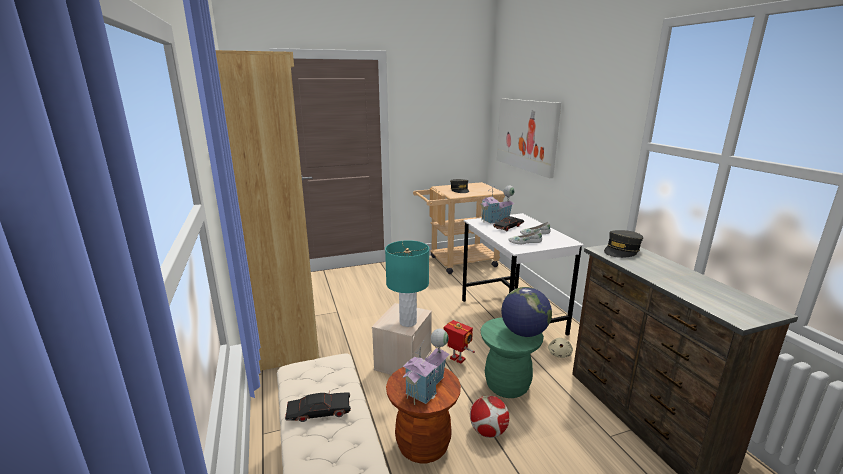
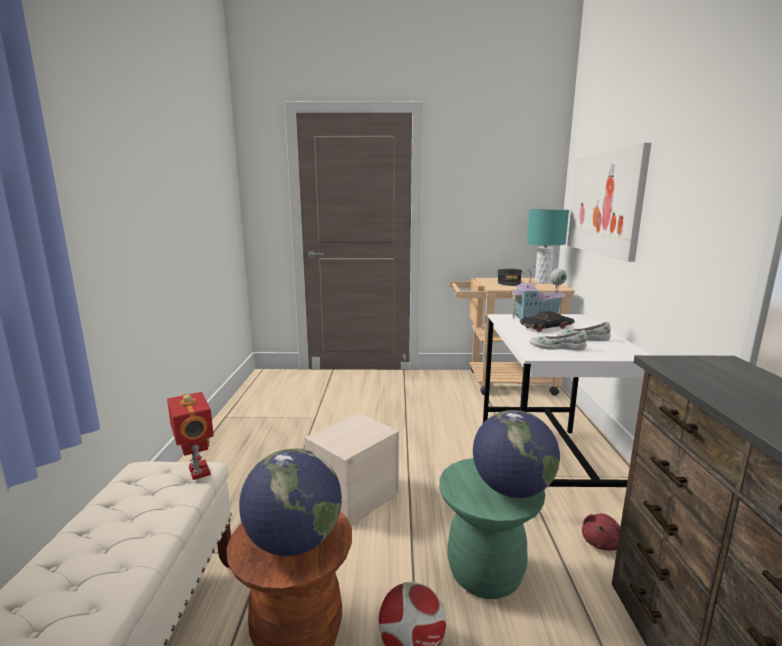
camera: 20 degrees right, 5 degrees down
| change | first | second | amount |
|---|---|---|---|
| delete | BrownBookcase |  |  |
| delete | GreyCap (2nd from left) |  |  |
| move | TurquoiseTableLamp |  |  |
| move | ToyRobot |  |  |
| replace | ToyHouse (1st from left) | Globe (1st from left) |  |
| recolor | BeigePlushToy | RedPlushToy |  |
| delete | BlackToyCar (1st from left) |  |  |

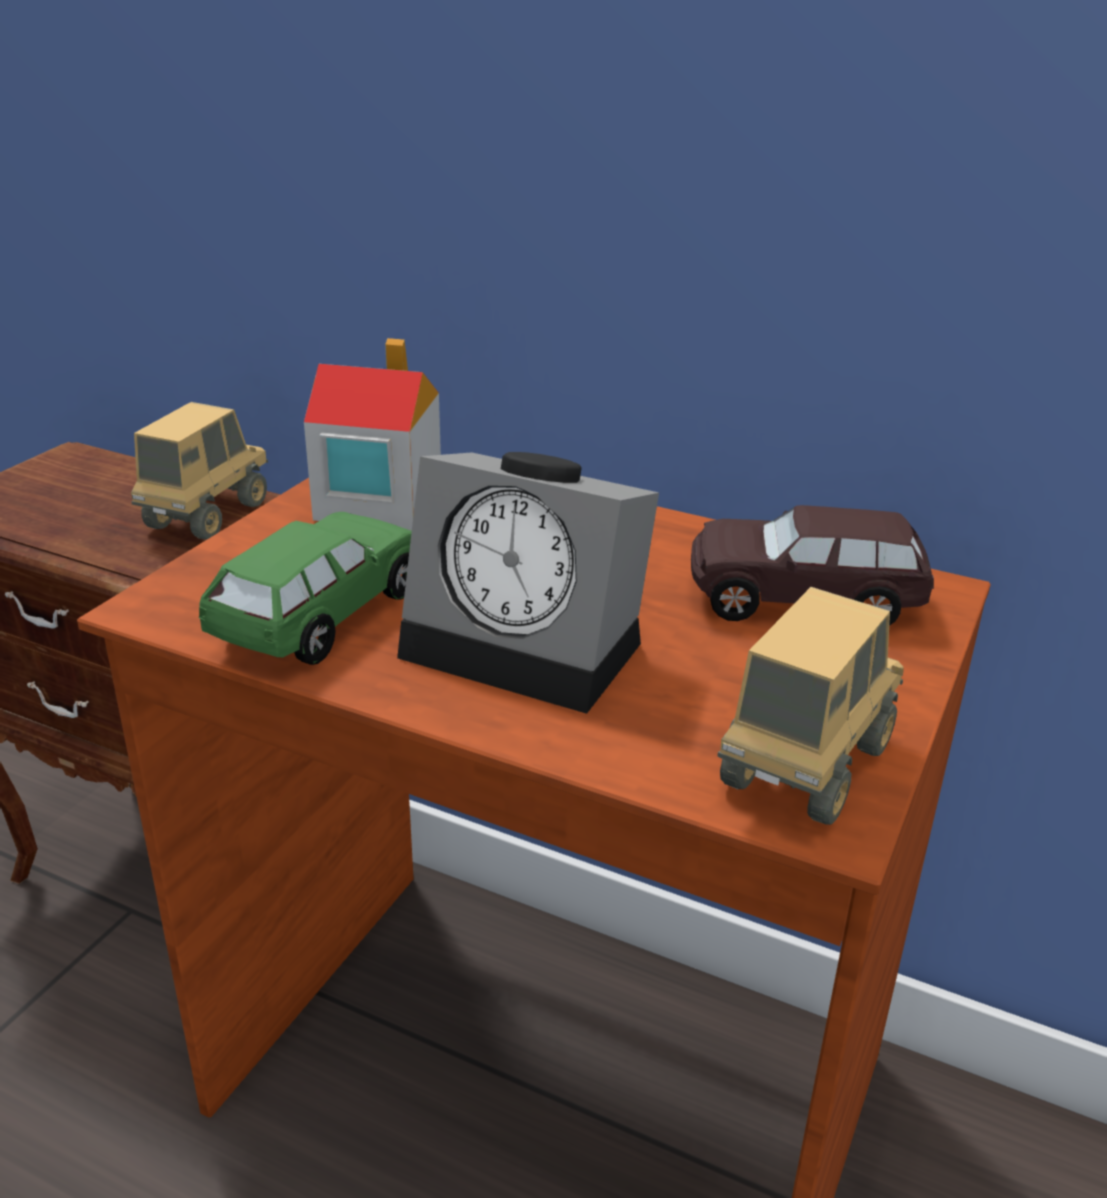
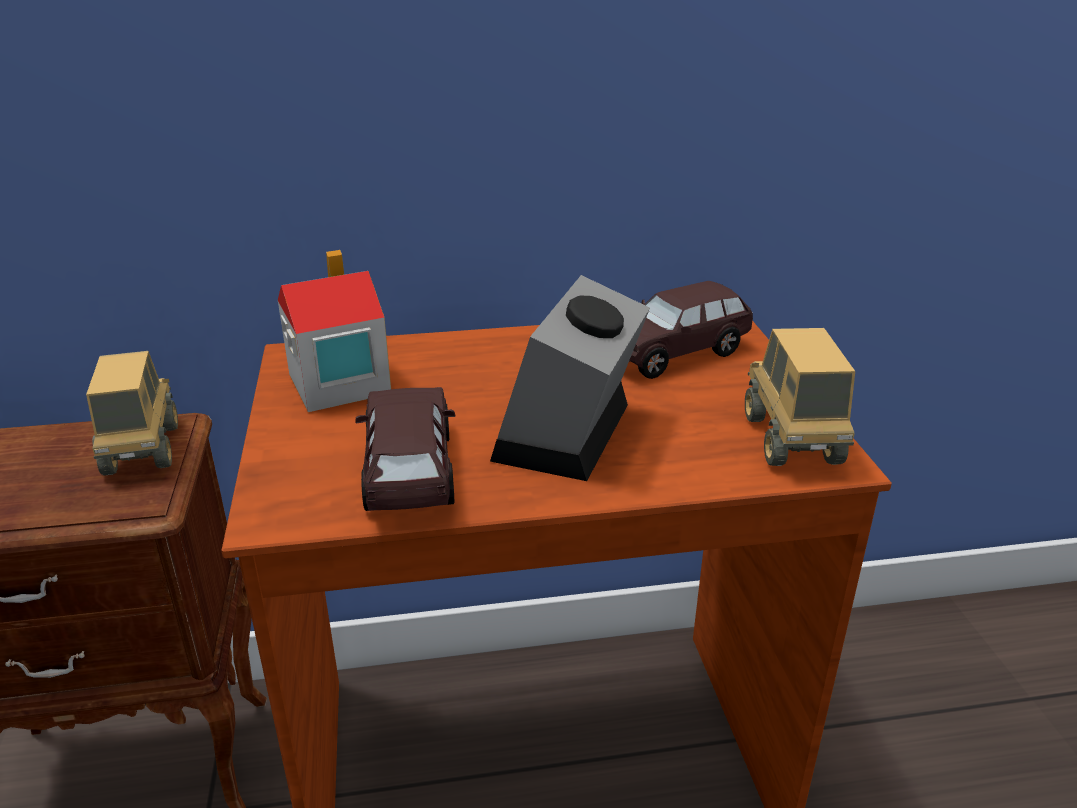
camera: 35 degrees left, 0 degrees up
| change | first | second | amount |
|---|---|---|---|
| rotate | AlarmClock |  | 120 degrees clockwise |
| recolor | GreenToyCar | BrownToyCar (1st from left) |  |

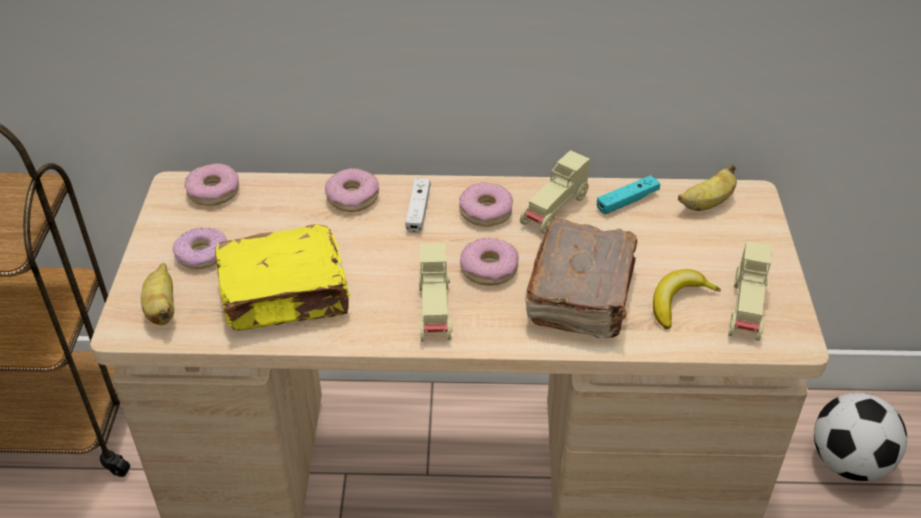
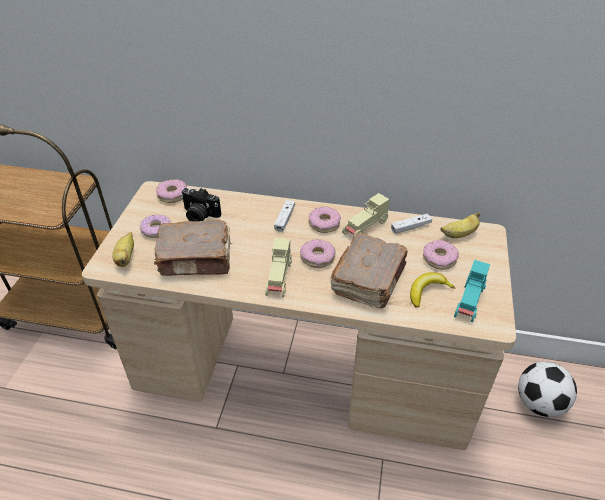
camera: 10 degrees right, 0 degrees up
| change | first | second | amount |
|---|---|---|---|
| move | Donut (3rd from left in the first image) | Donut (5th from left) |  |
| recolor | TurquoiseGameController | WhiteGameController (2nd from left) |  |
| recolor | YellowBook | BrownBook (1st from left) |  |
| recolor | BeigeToyCar (3rd from left) | TurquoiseToyCar |  |
| insert |  | PhotoCamera |  |

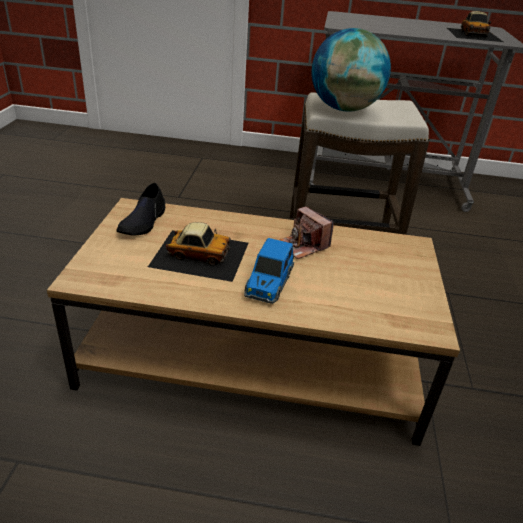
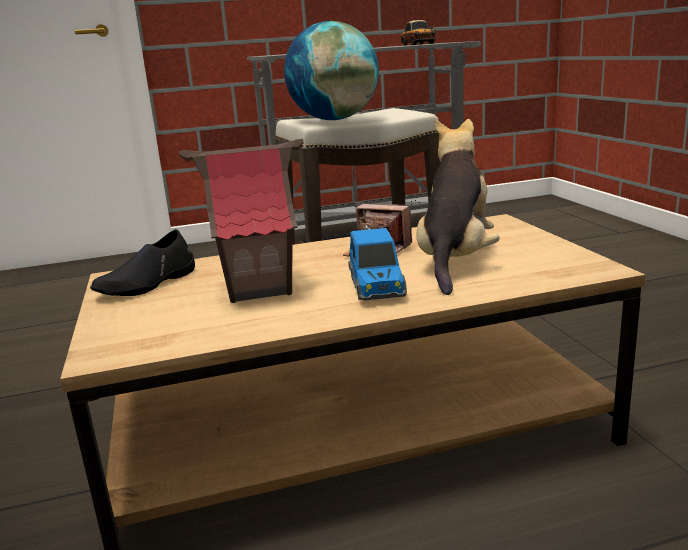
camera: 20 degrees left, 15 degrees down
| change | first | second | amount |
|---|---|---|---|
| rotate | BlackShoe |  | 45 degrees clockwise |
| replace | ToyCar (1st from left) | ToyHouse |  |
| insert |  | PlushToy |  |

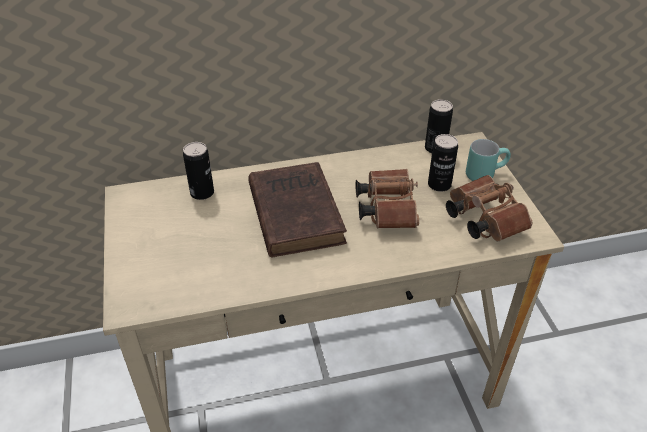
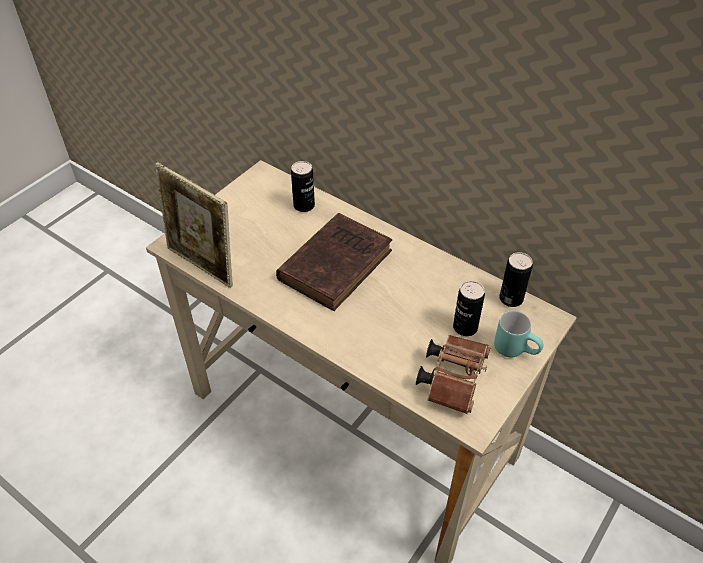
camera: 50 degrees right, 5 degrees up
| change | first | second | amount |
|---|---|---|---|
| delete | BrownBinoculars (1st from left) |  |  |
| insert |  | PictureFrame |  |

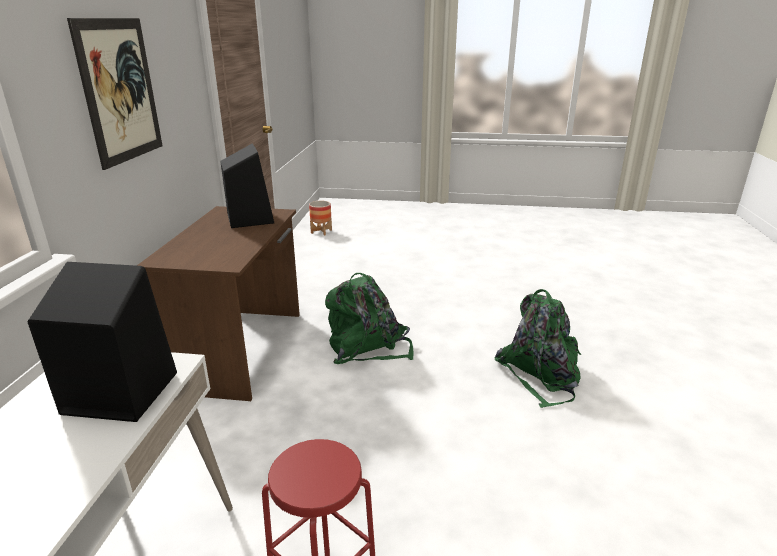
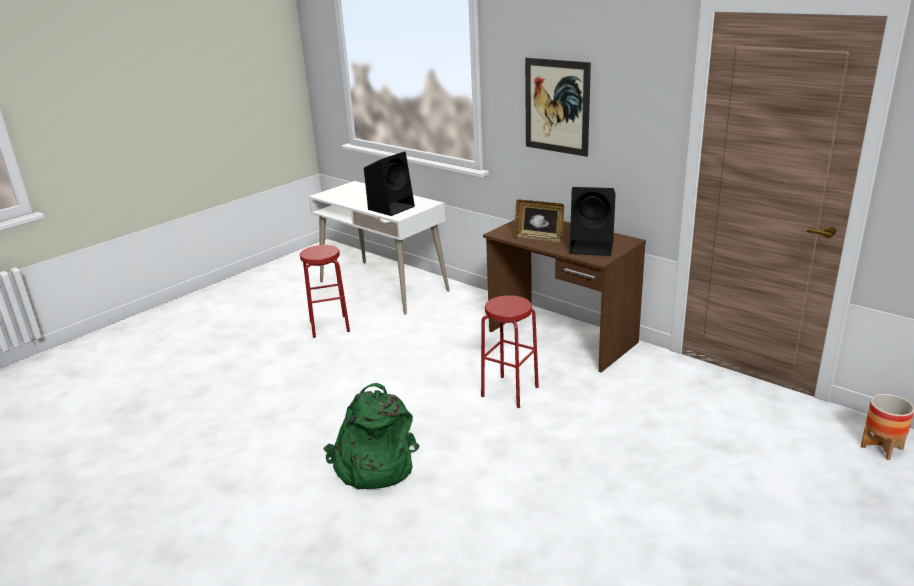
camera: 125 degrees right, 0 degrees up
| change | first | second | amount |
|---|---|---|---|
| replace | GreenBackpack (1st from left) | RedStool (2nd from left) |  |
| insert |  | PictureFrame |  |

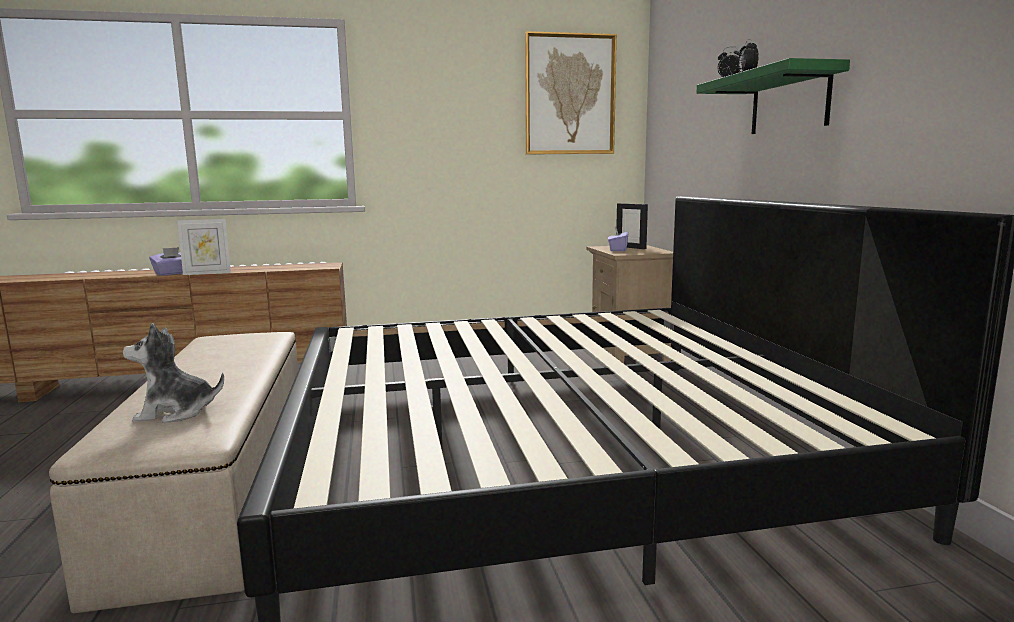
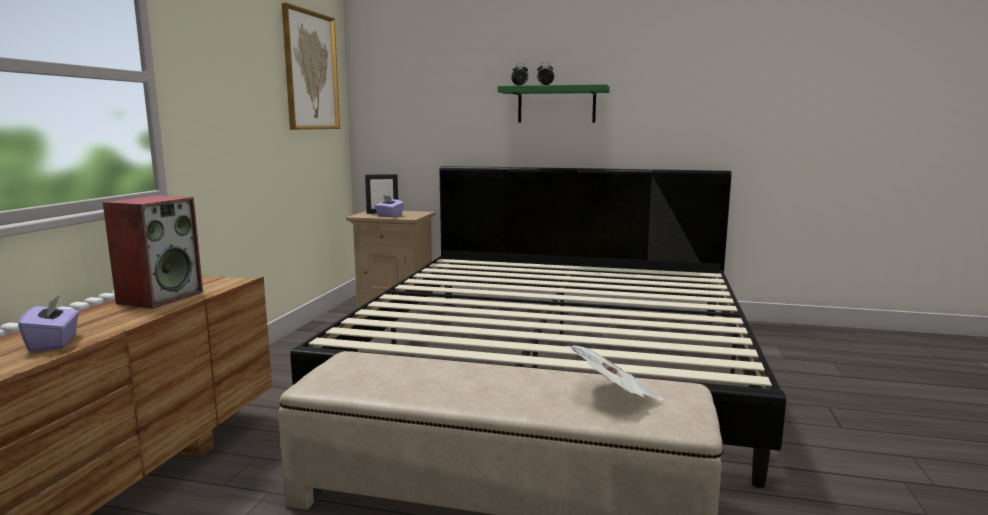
camera: 65 degrees left, 0 degrees up
| change | first | second | amount |
|---|---|---|---|
| delete | PictureFrame (1st from left) |  |  |
| replace | PlushToy | Newspaper |  |
| insert |  | Speaker |  |

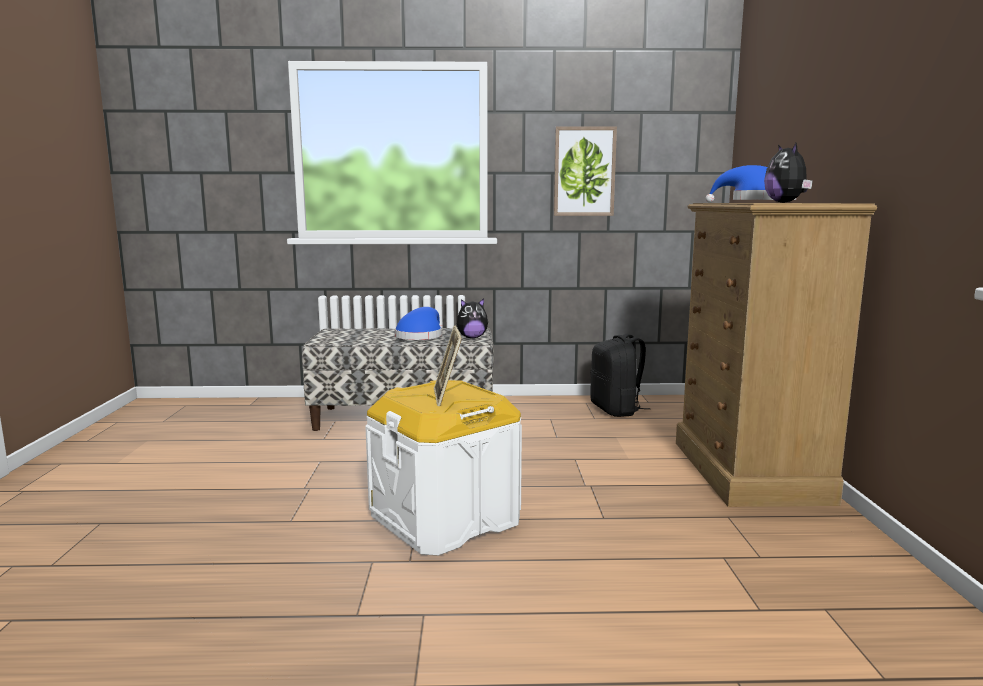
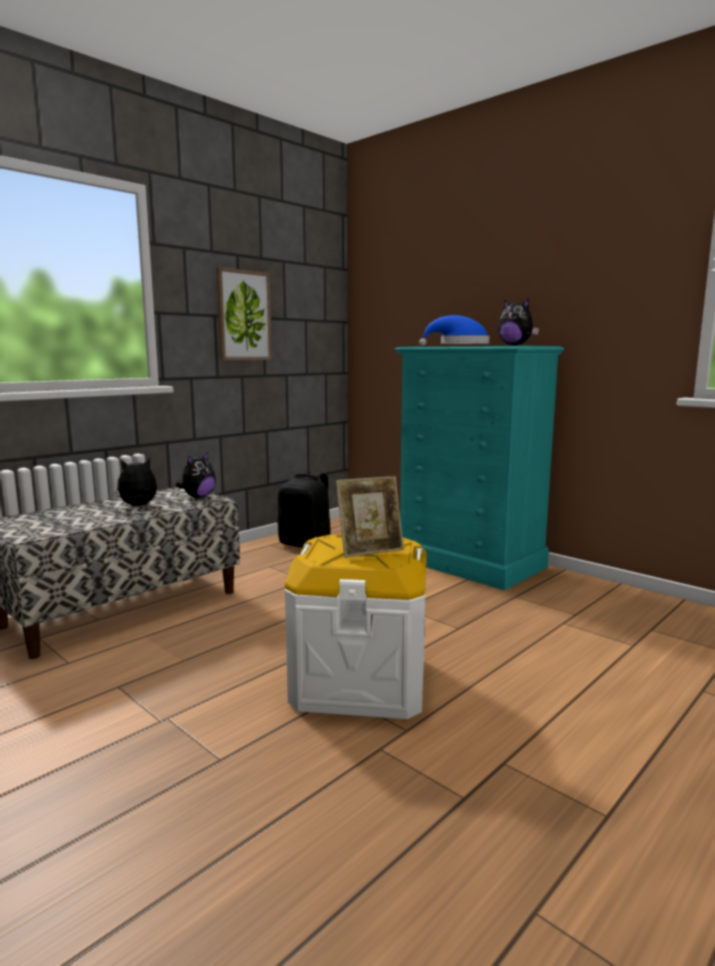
camera: 45 degrees left, 0 degrees up
| change | first | second | amount |
|---|---|---|---|
| recolor | BrownDresser | TurquoiseDresser |  |
| replace | BlueHat (1st from left) | PlushToy (1st from left) |  |
| rotate | PictureFrame |  | 60 degrees counterclockwise |

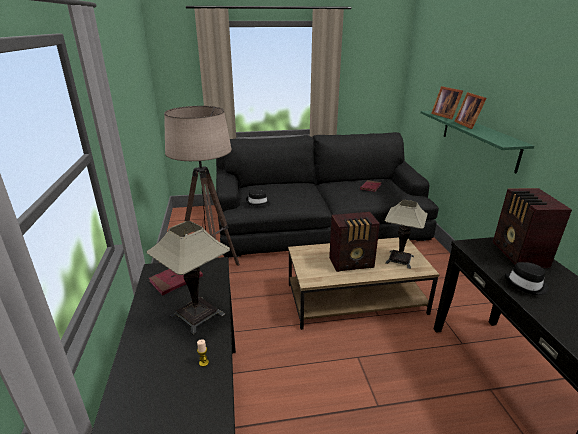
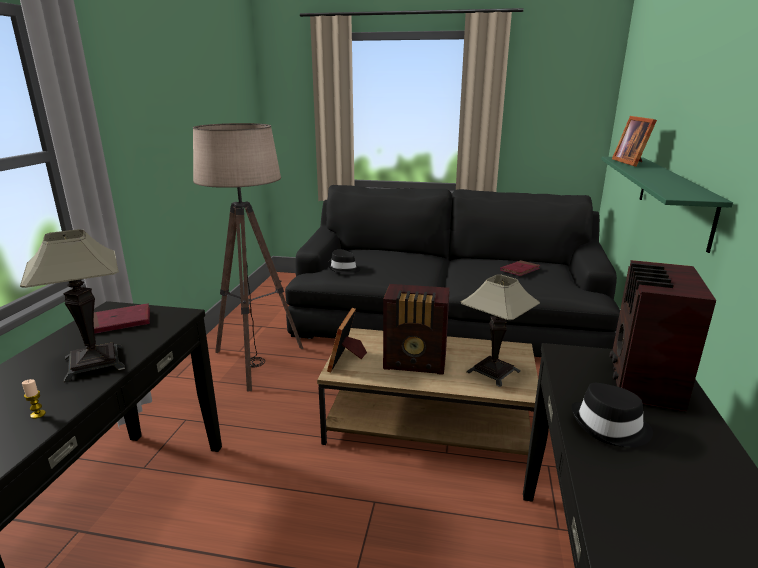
camera: 20 degrees right, 5 degrees down
| change | first | second | amount |
|---|---|---|---|
| move | PictureFrame (2nd from left in the first image) | PictureFrame (1st from left) |  |

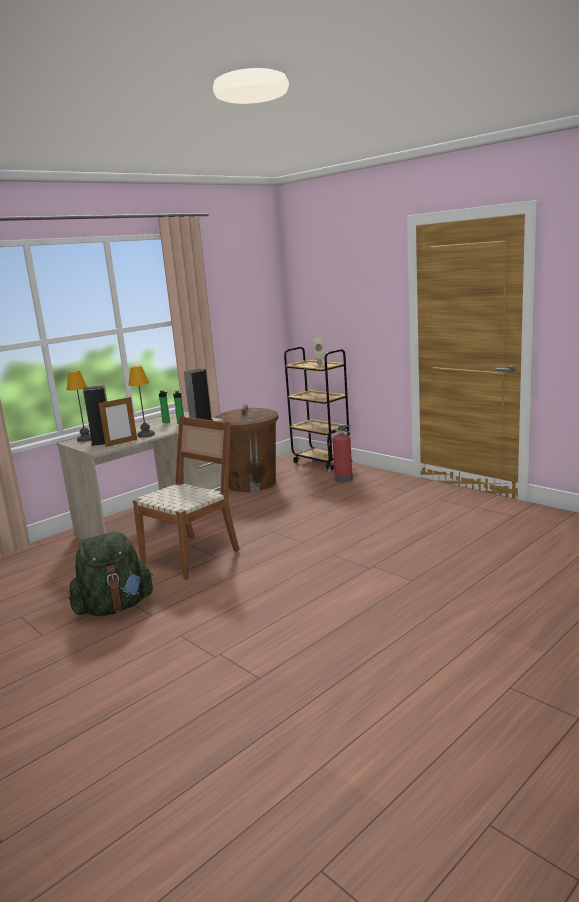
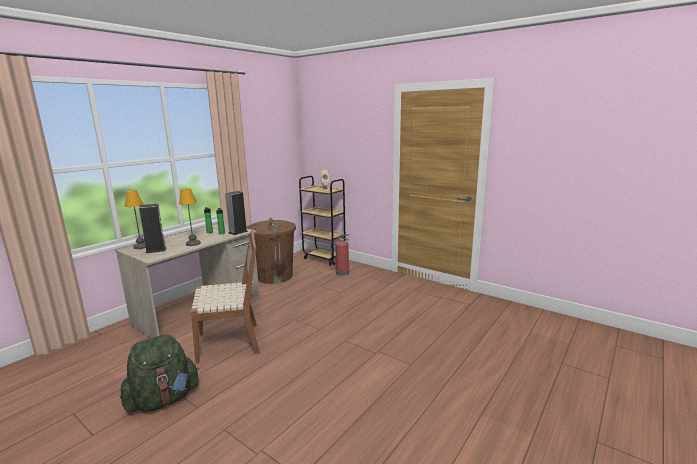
camera: 10 degrees left, 0 degrees up
| change | first | second | amount |
|---|---|---|---|
| delete | PictureFrame |  |  |
| rotate | Chair |  | 45 degrees clockwise |

